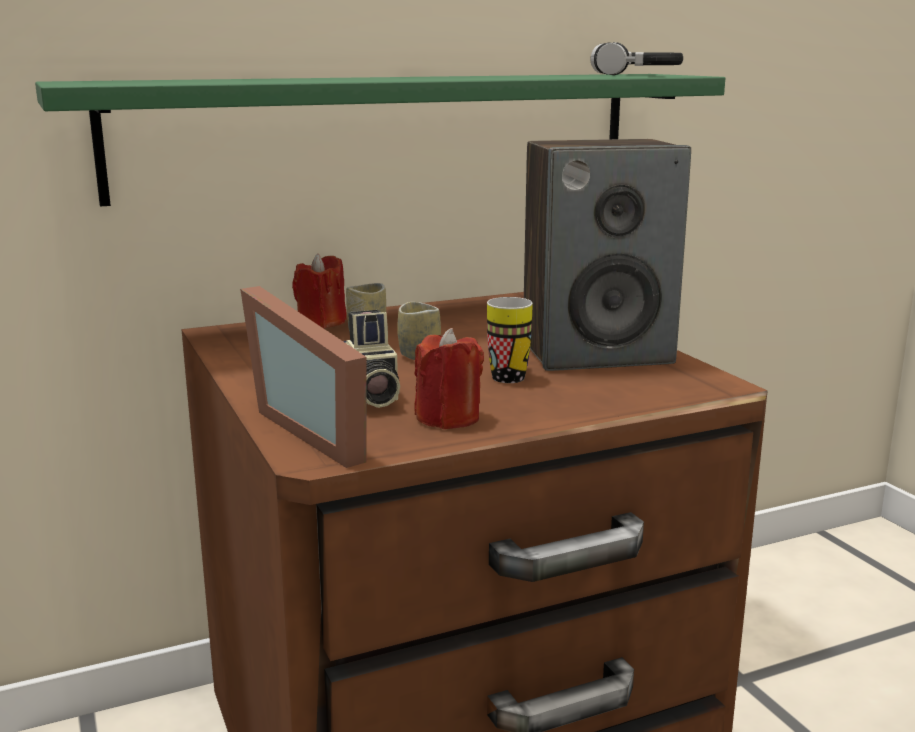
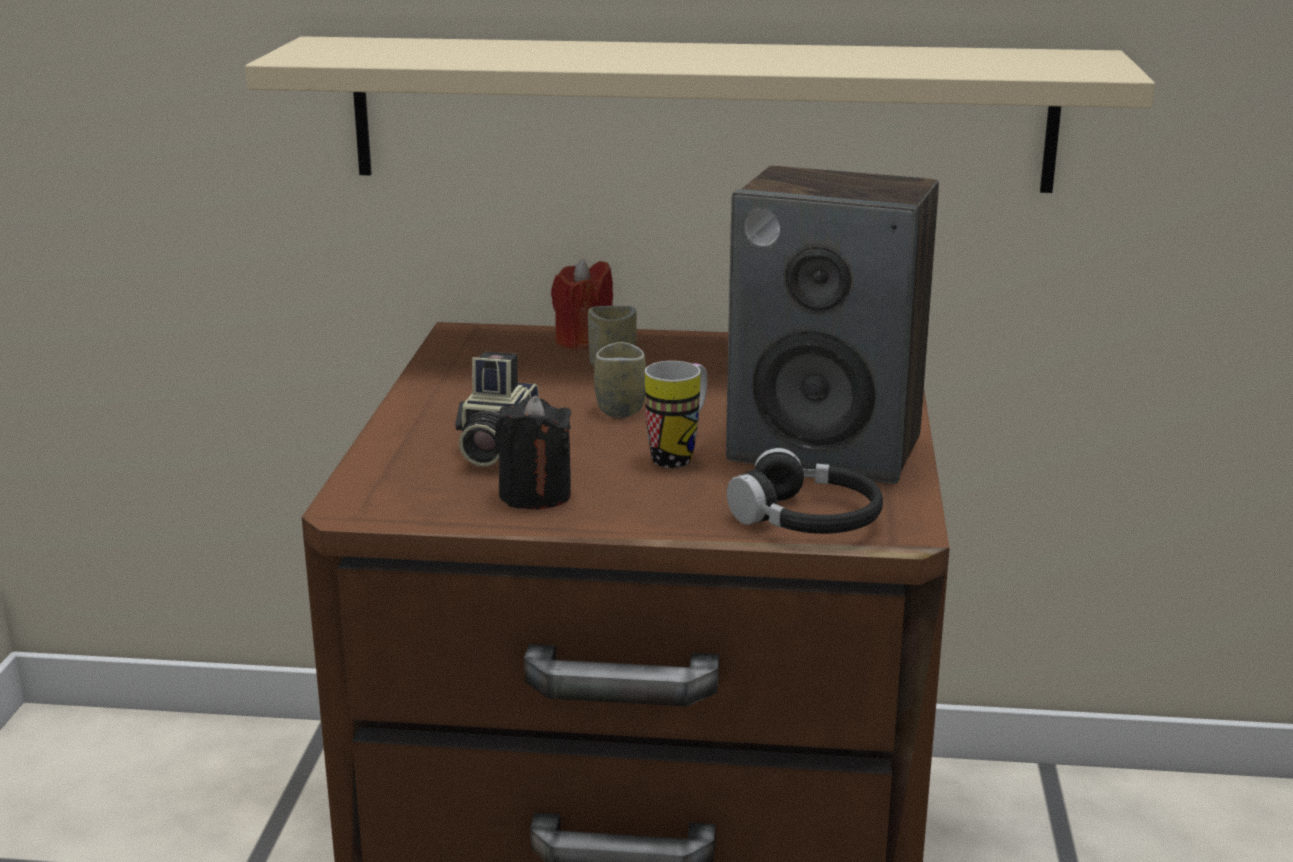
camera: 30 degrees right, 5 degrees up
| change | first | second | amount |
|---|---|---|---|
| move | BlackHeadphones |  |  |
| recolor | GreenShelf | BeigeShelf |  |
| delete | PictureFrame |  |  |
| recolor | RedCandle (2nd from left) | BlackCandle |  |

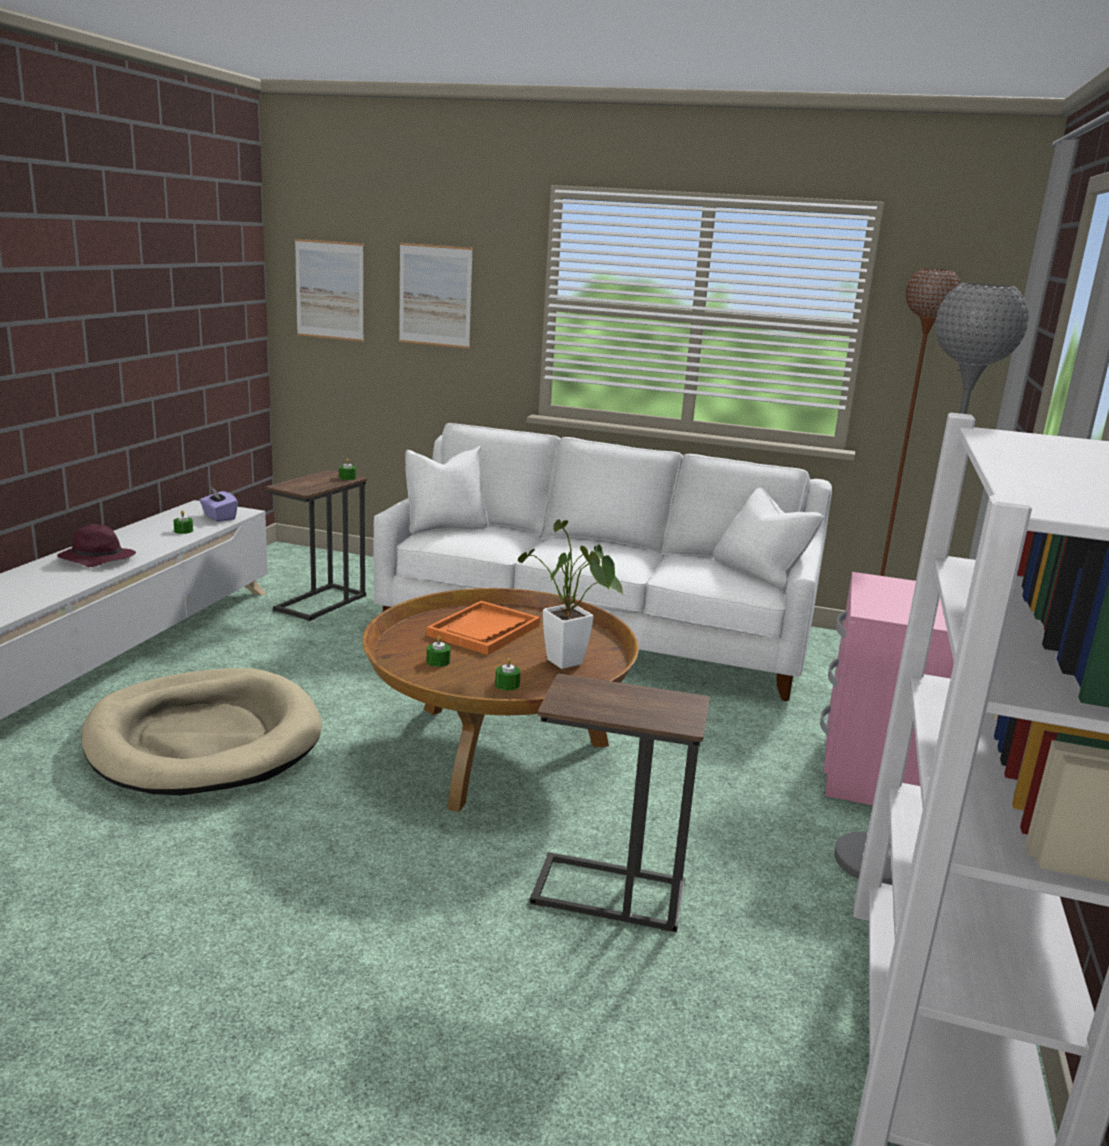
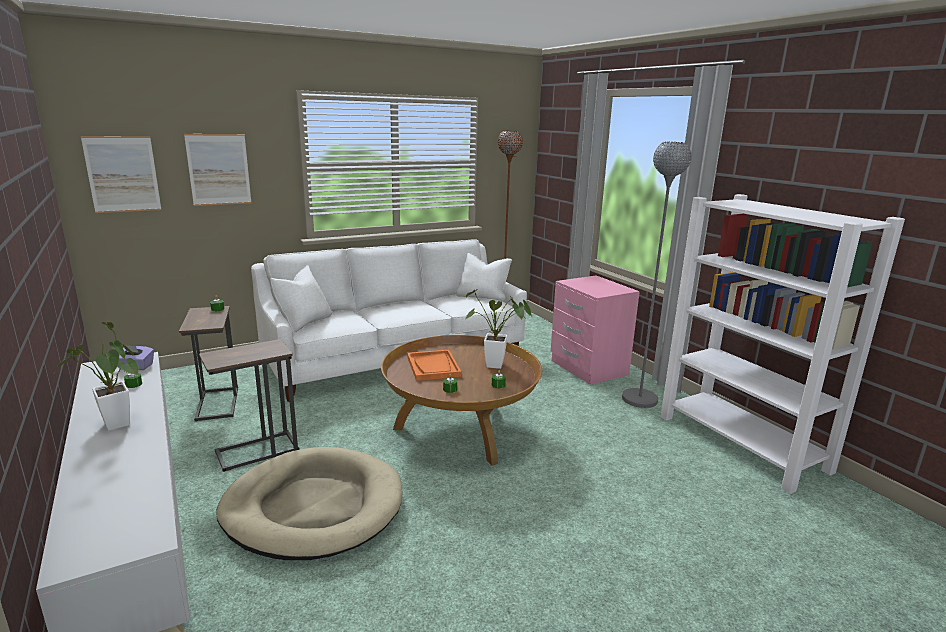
camera: 45 degrees left, 0 degrees up
| change | first | second | amount |
|---|---|---|---|
| replace | PurpleHat | PottedPlant (1st from left) |  |
| move | BrownSideTable (2nd from left) |  |  |

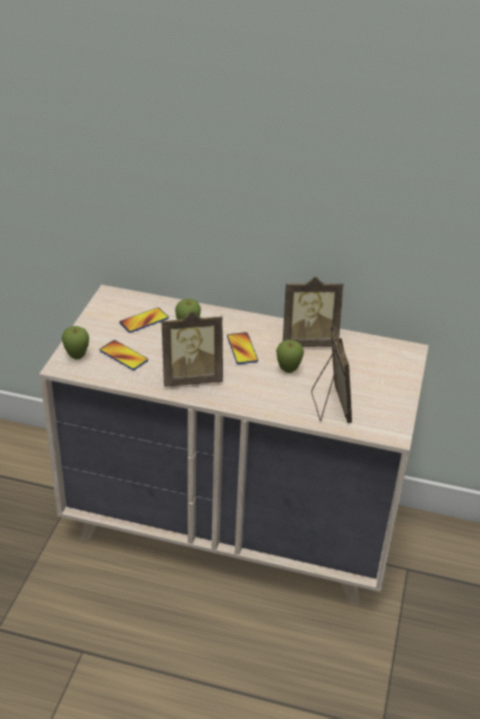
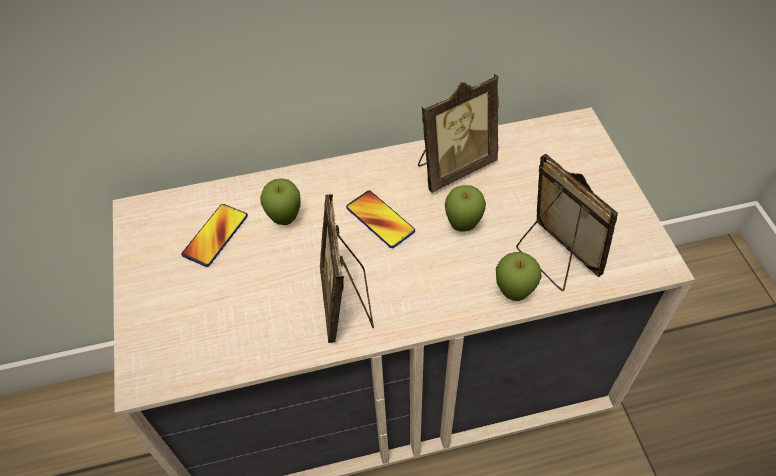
camera: 25 degrees left, 15 degrees up
| change | first | second | amount |
|---|---|---|---|
| rotate | PictureFrame (1st from left) |  | 120 degrees clockwise |
| move | Apple (1st from left in the first image) | Apple (3rd from left) |  |
| delete | Phone (1st from left) |  |  |

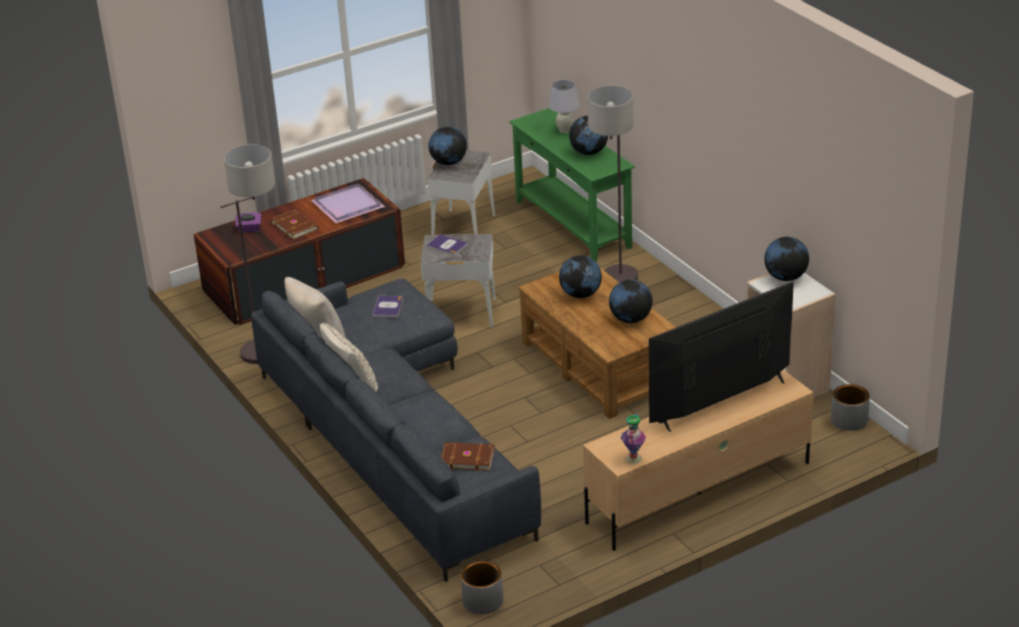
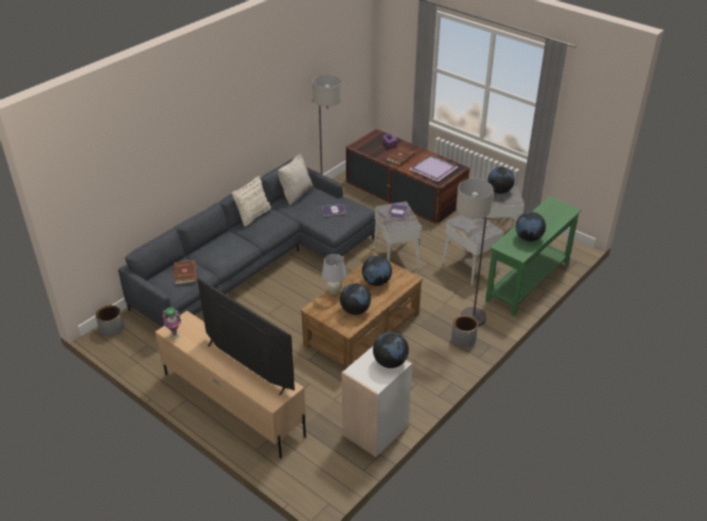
camera: 70 degrees right, 5 degrees up
| change | first | second | amount |
|---|---|---|---|
| move | WhiteTableLamp |  |  |
| move | GreyPlanter (2nd from left) |  |  |
| insert |  | SideTable (2nd from left) |  |

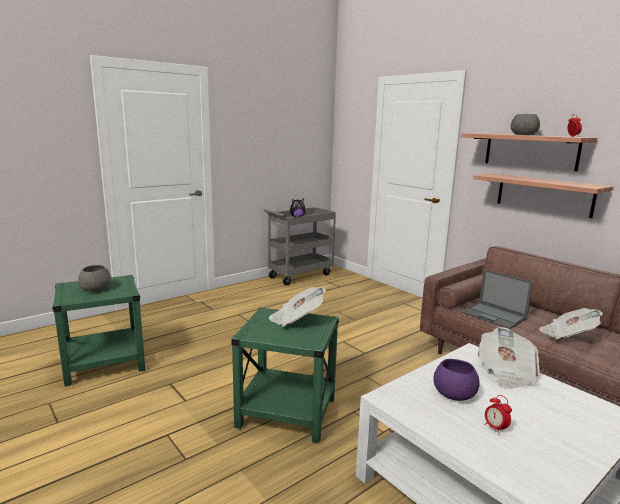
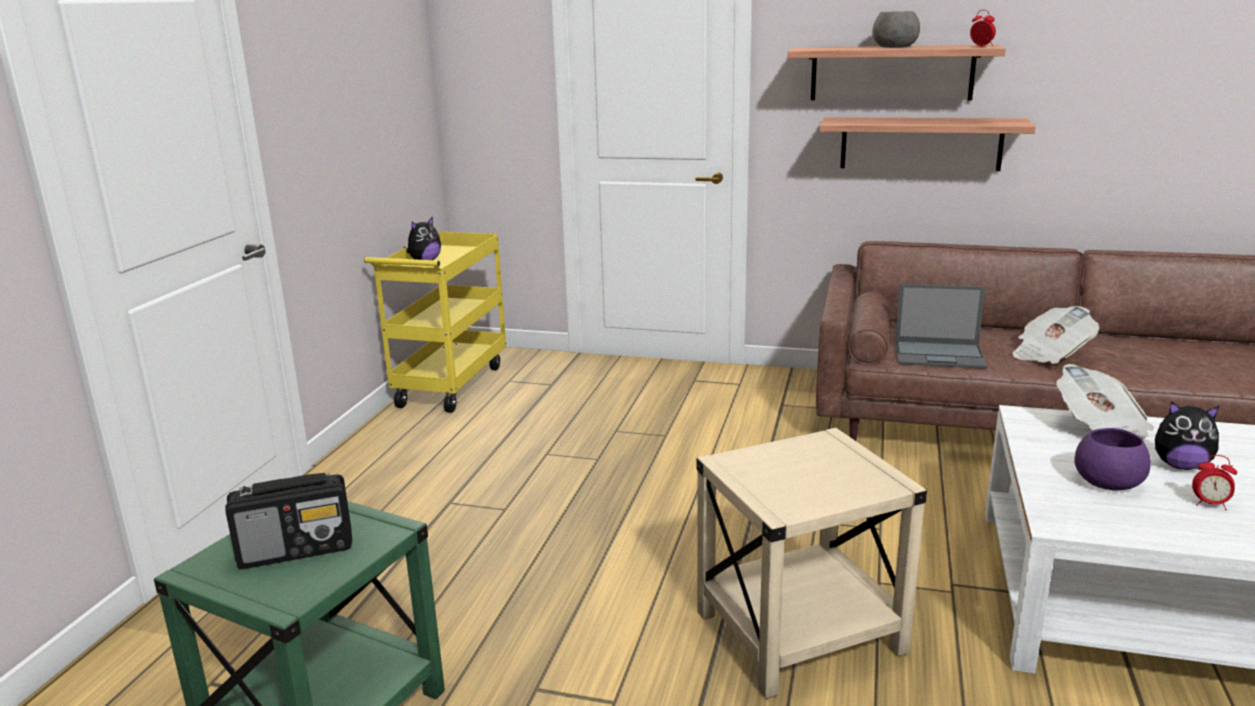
camera: 35 degrees left, 5 degrees up
| change | first | second | amount |
|---|---|---|---|
| recolor | GreyCart | YellowCart |  |
| replace | GreyBowl (1st from left) | Radio |  |
| delete | Newspaper (1st from left) |  |  |
| recolor | GreenSideTable (2nd from left) | BeigeSideTable |  |
| insert |  | PlushToy (2nd from left) |  |

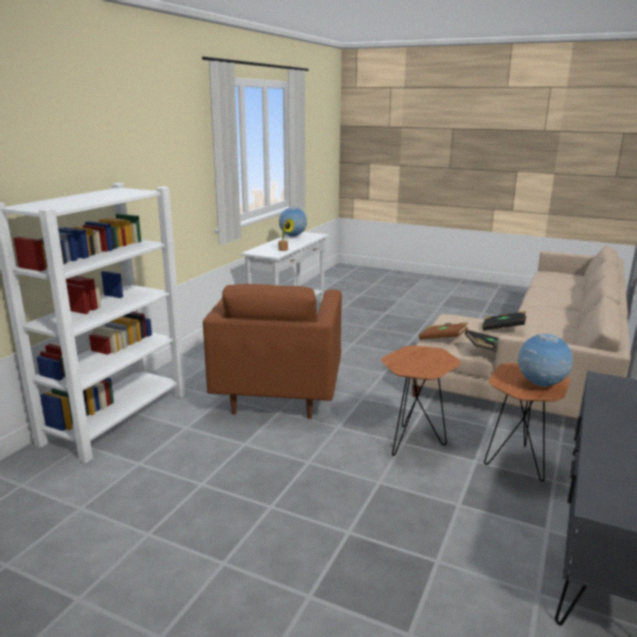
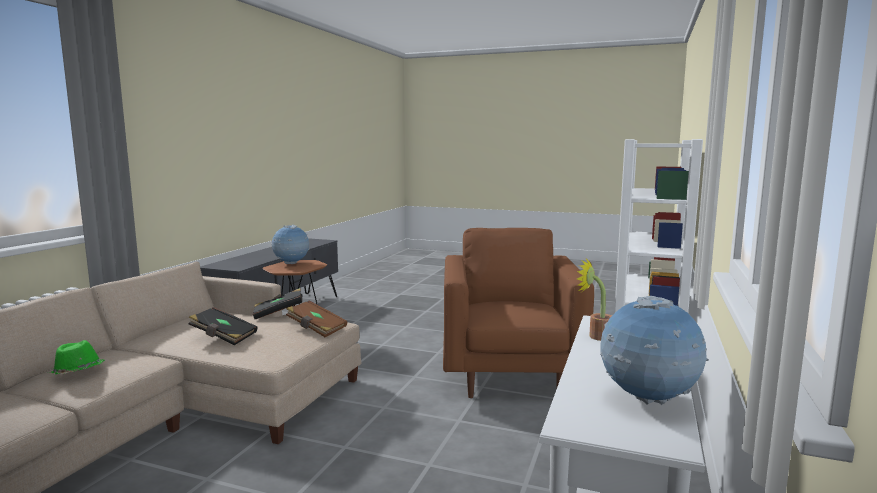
camera: 175 degrees right, 10 degrees down
| change | first | second | amount |
|---|---|---|---|
| delete | BrownSideTable (1st from left) |  |  |
| insert |  | GreenHat |  |

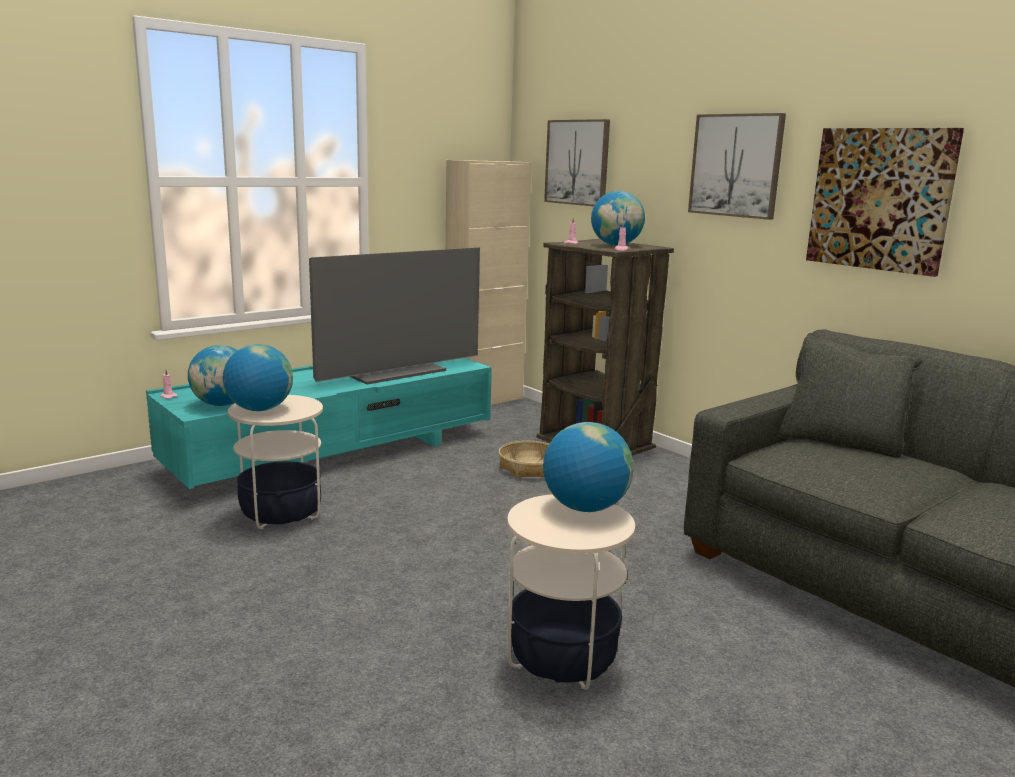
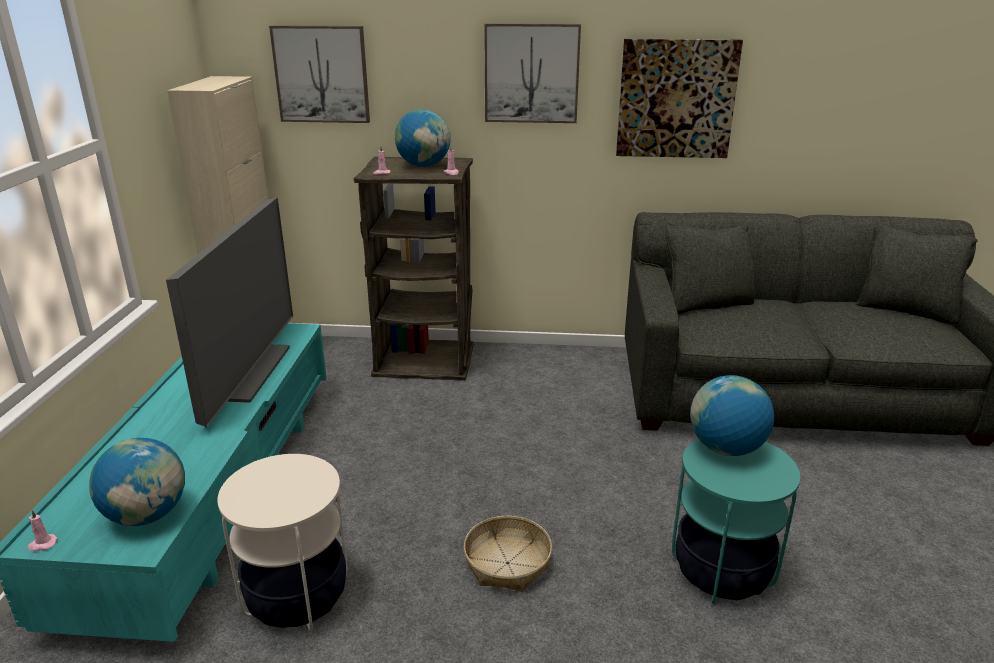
camera: 45 degrees left, 10 degrees up
| change | first | second | amount |
|---|---|---|---|
| delete | Globe (2nd from left) |  |  |
| move | Basket |  |  |
| recolor | BeigeSideTable (2nd from left) | TurquoiseSideTable |  |

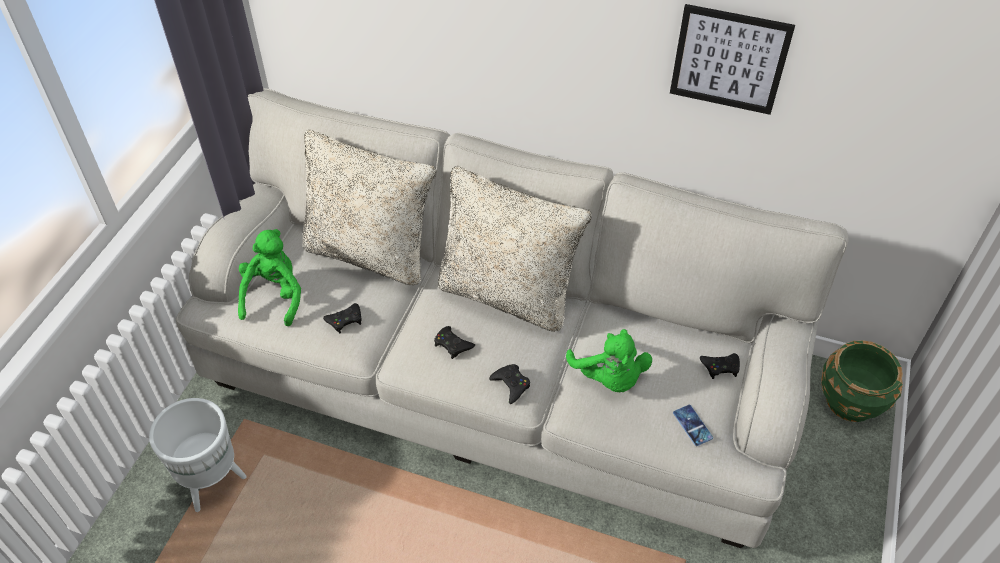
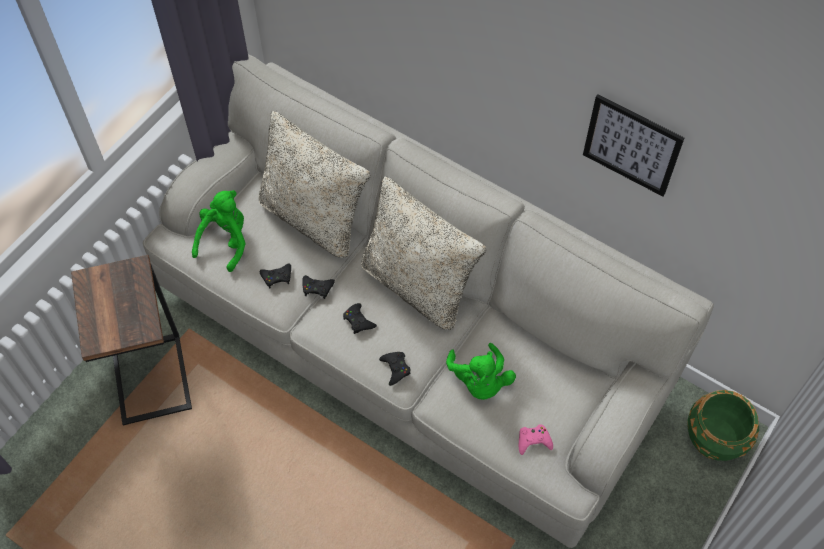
camera: 15 degrees right, 10 degrees up
| change | first | second | amount |
|---|---|---|---|
| move | BlackGameController (4th from left in the first image) | BlackGameController (2nd from left) |  |
| replace | WhitePlanter | SideTable |  |
| replace | Phone | PinkGameController |  |

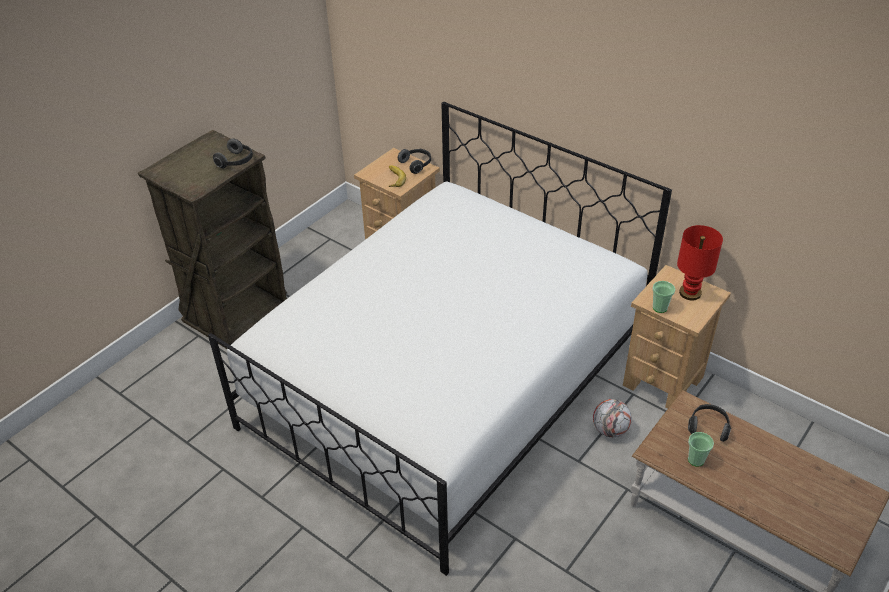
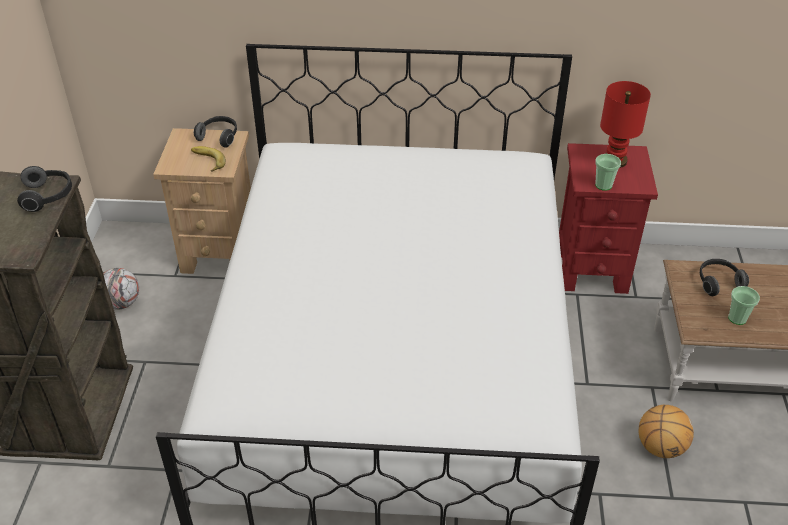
camera: 35 degrees left, 0 degrees up
| change | first | second | amount |
|---|---|---|---|
| recolor | BeigeNightstand (2nd from left) | RedNightstand |  |
| move | Football |  |  |
| insert |  | Basketball |  |

